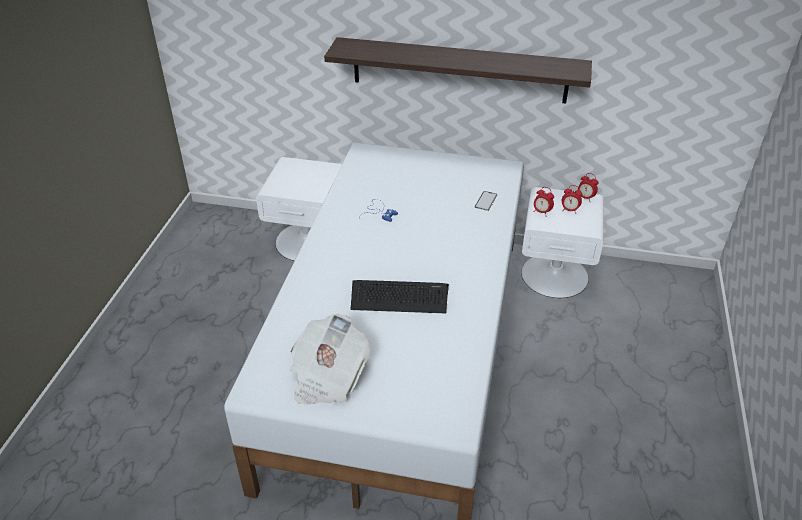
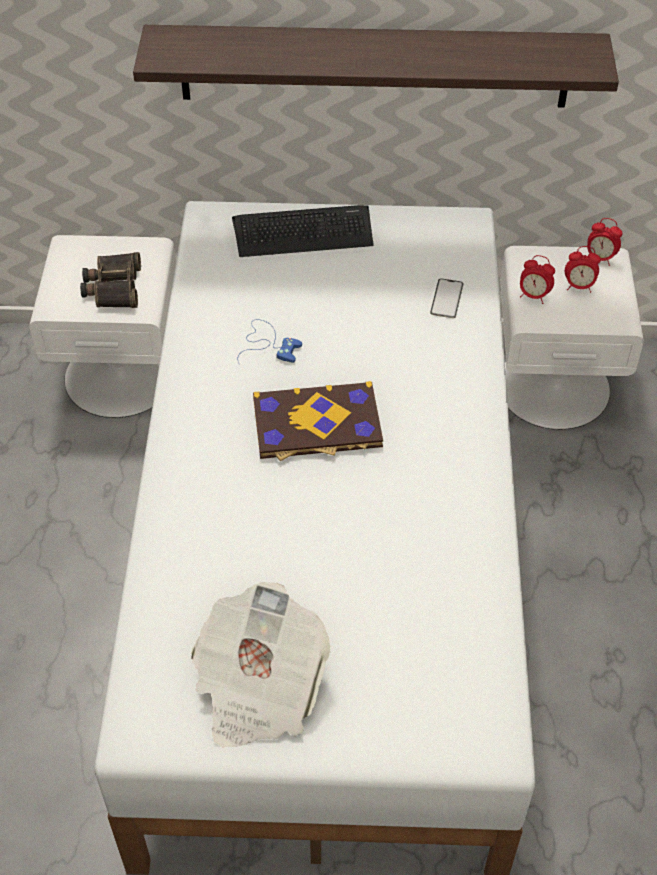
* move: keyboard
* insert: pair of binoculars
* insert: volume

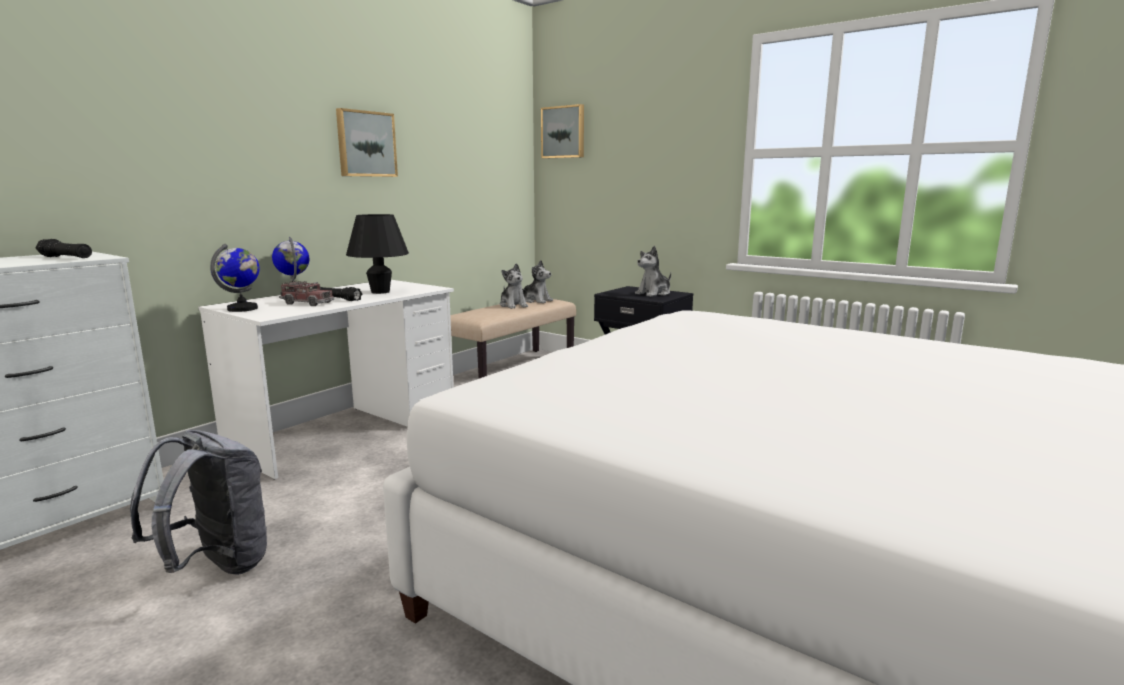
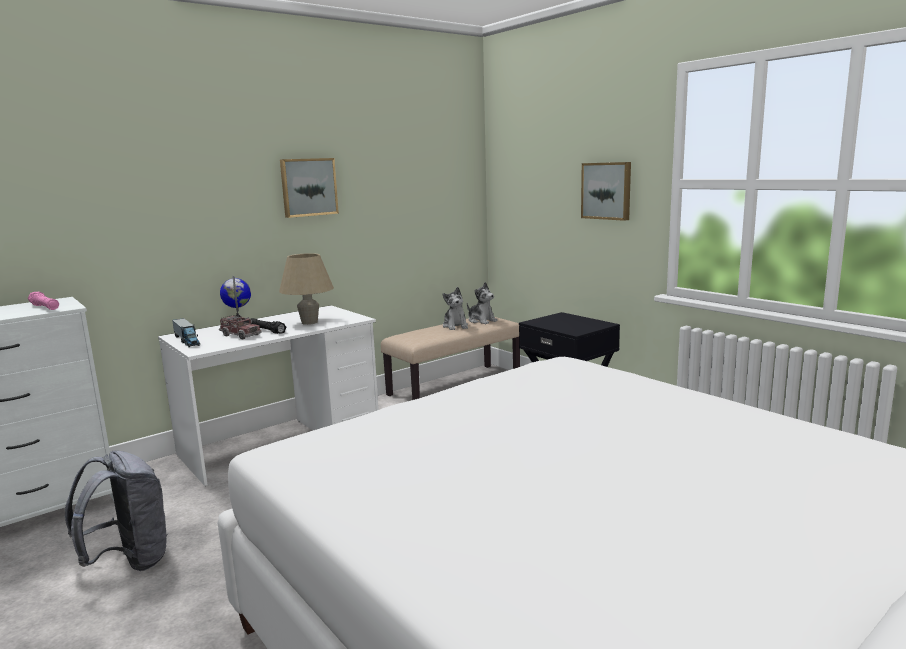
* recolor: black torch (1st from left) to pink torch
* replace: globe (1st from left) to model truck (1st from left)
* recolor: black table lamp to sand-coloured table lamp
* move: wall art (2nd from left)
* delete: plush toy (3rd from left)

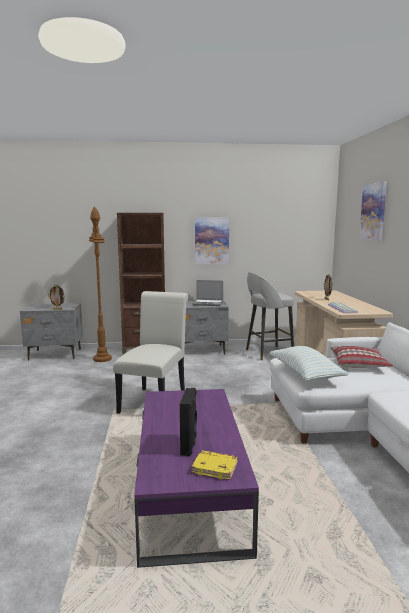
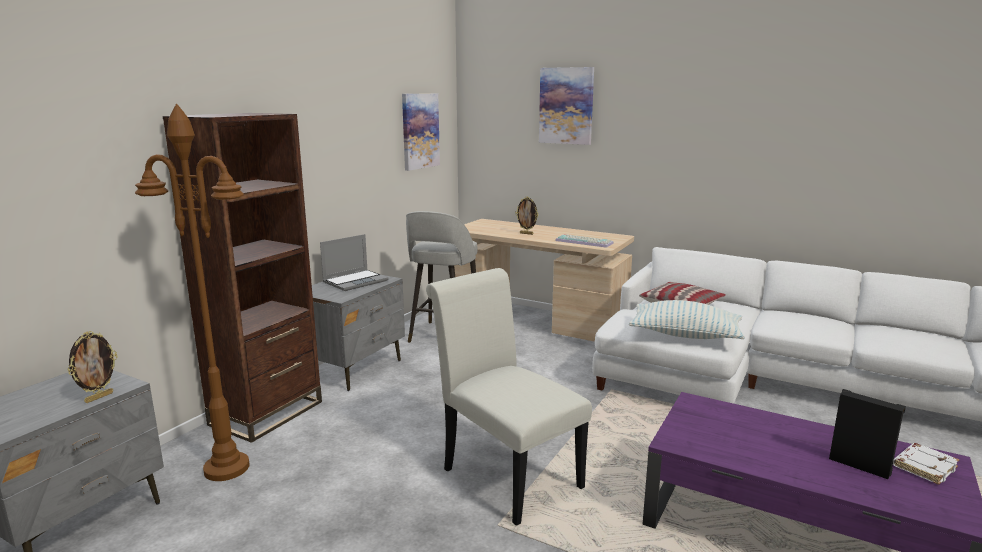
* recolor: yellow volume to white-coloured volume
* move: wall art (1st from left)

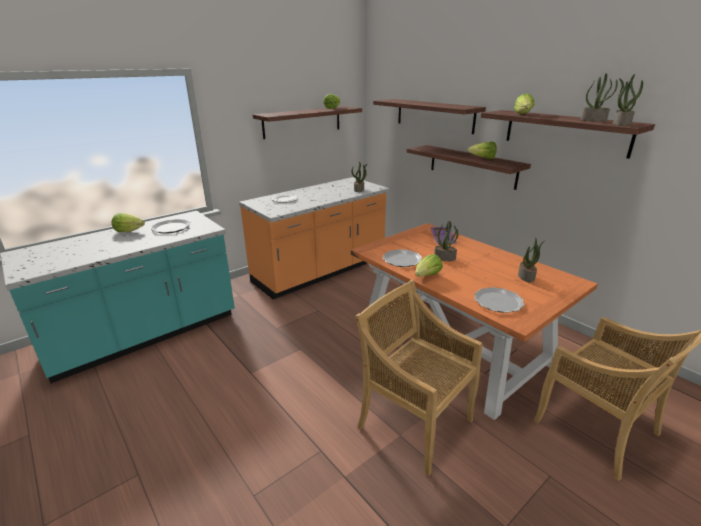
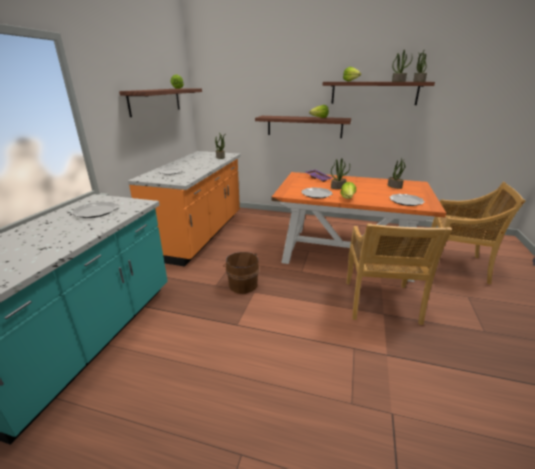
* delete: lettuce (1st from left)
* rotate: sand-coloured plain chair (1st from left) 90 degrees counterclockwise
* delete: wall shelf (2nd from left)
* insert: brown-coloured pail

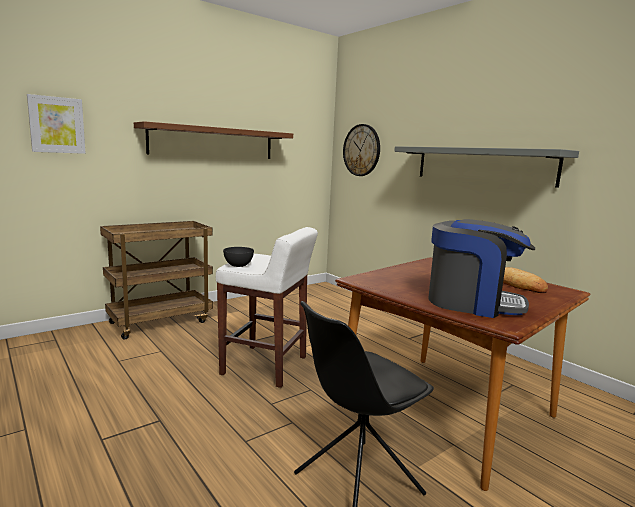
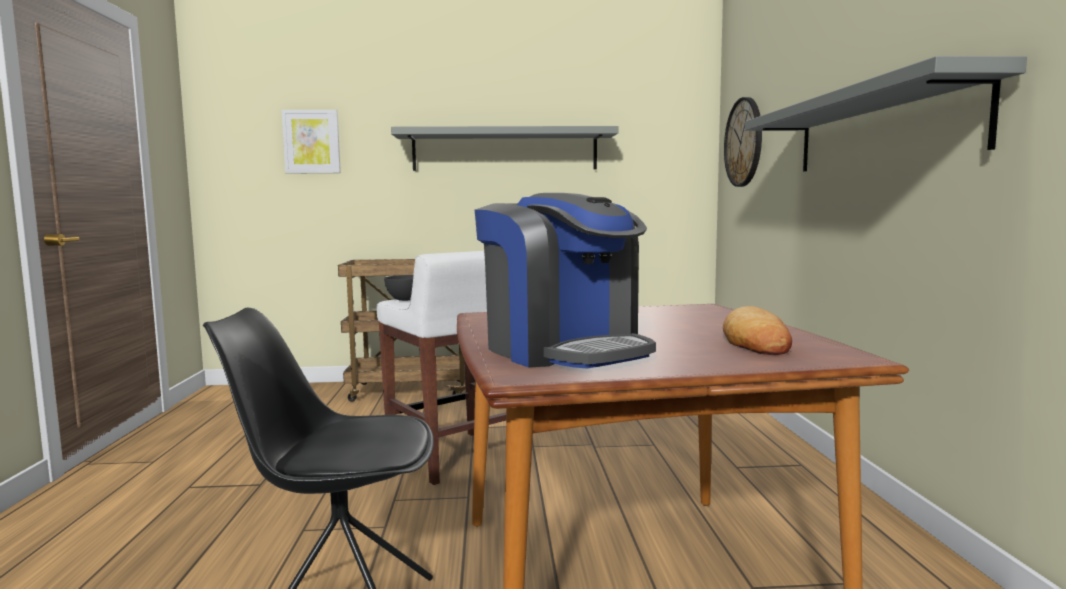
* recolor: brown-coloured wall shelf to grey wall shelf (1st from left)

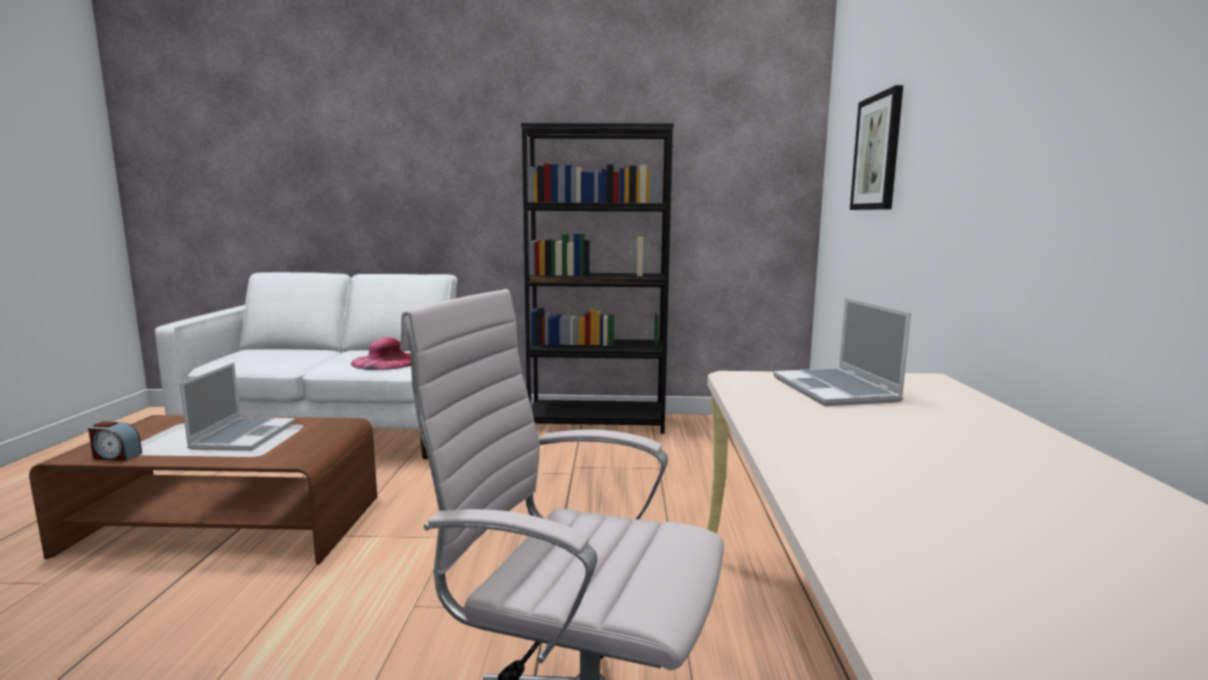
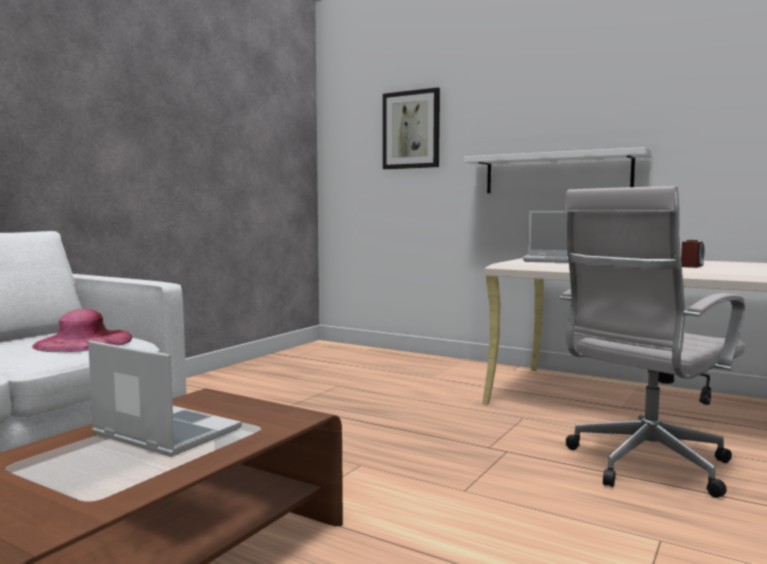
* move: table clock
* delete: black shelving unit
* insert: white-coloured wall shelf

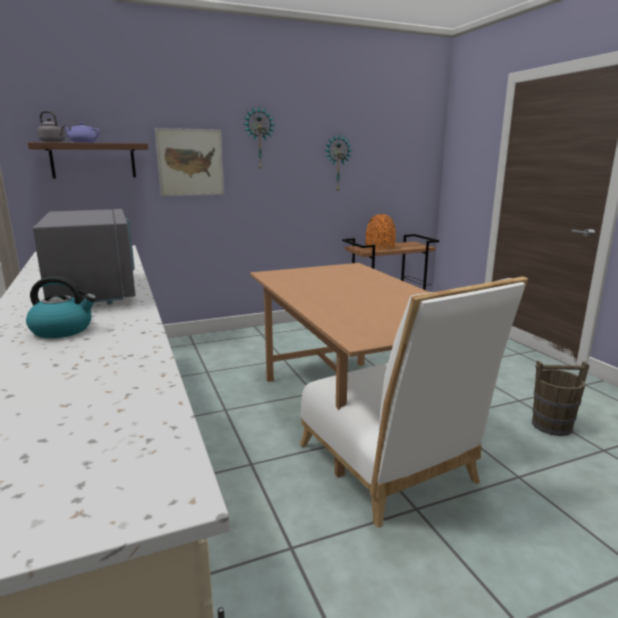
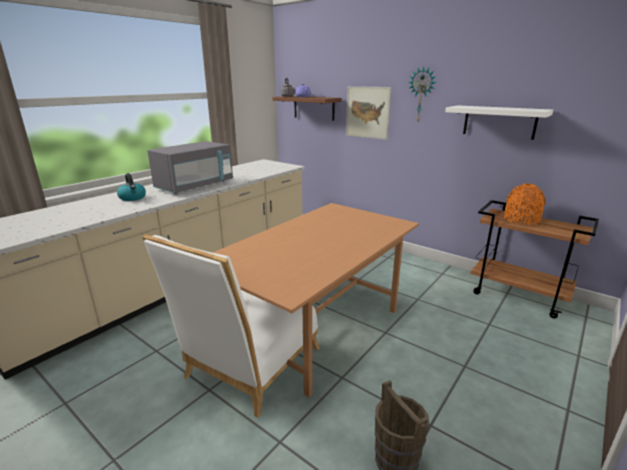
* replace: hanging clock (2nd from left) to white-coloured wall shelf

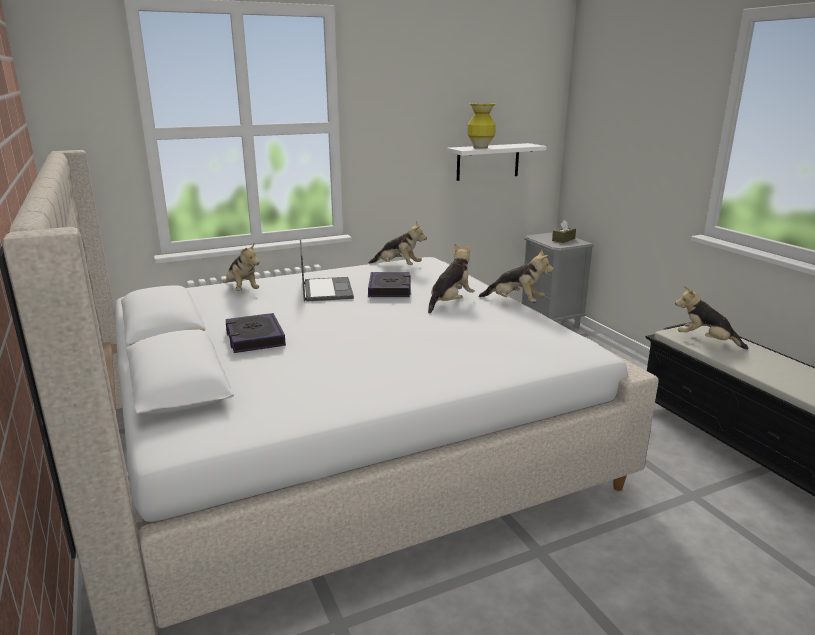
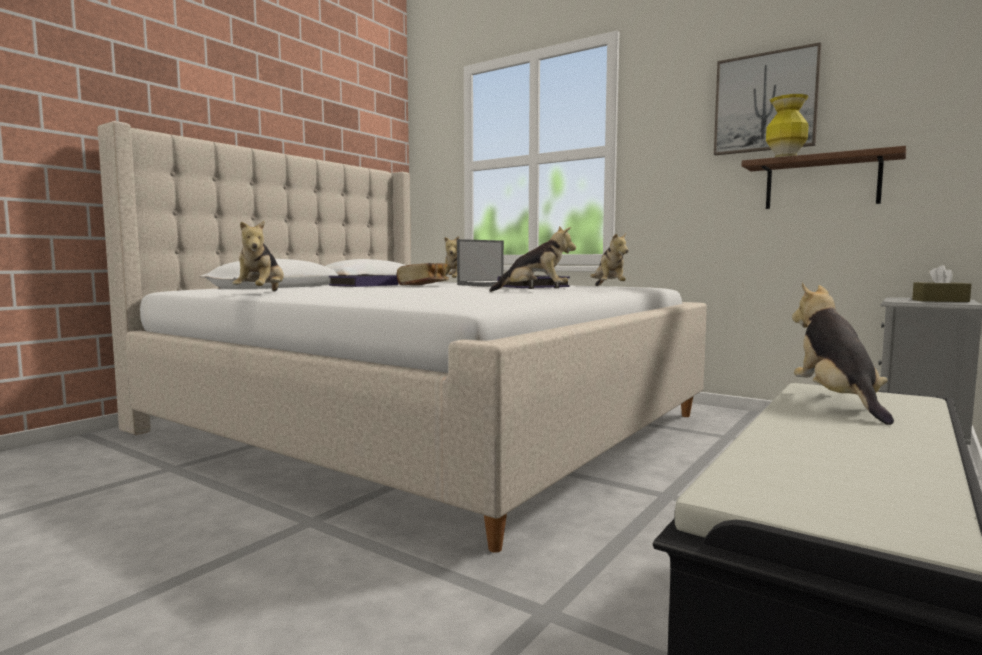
* recolor: white-coloured wall shelf to brown-coloured wall shelf
* move: plush toy (4th from left in the first image) to plush toy (1st from left)
* insert: volume (2nd from left)
* insert: wall art

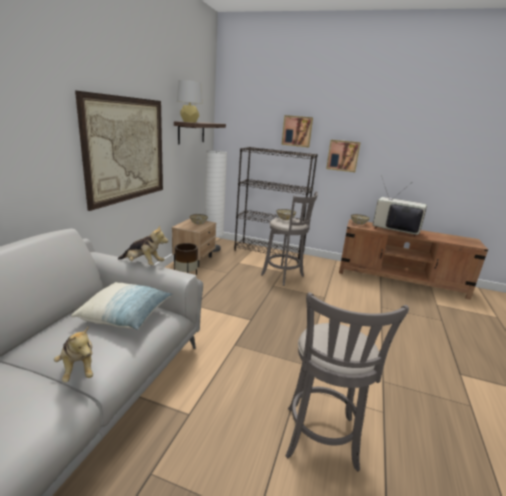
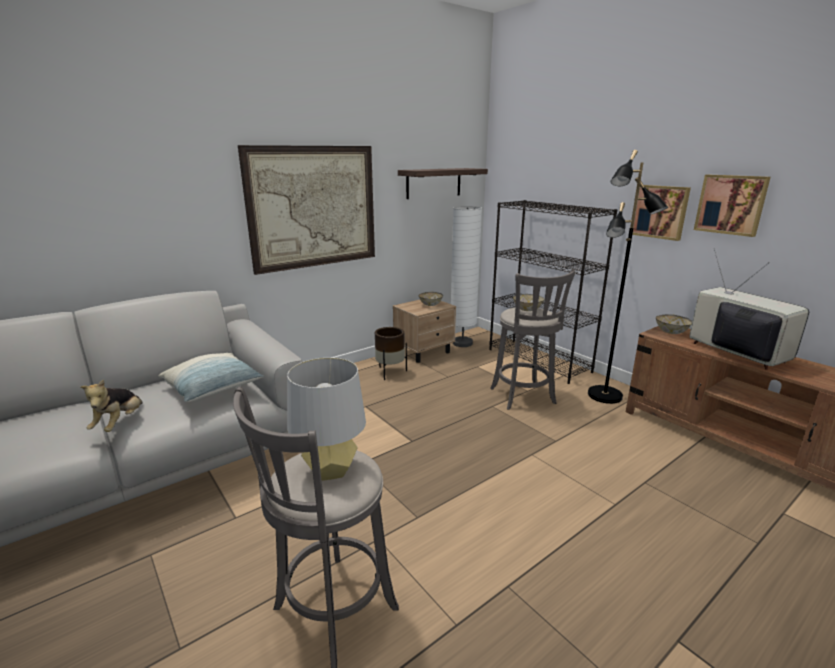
* delete: plush toy (2nd from left)
* move: grey table lamp
* move: wall art (2nd from left in the first image) to wall art (3rd from left)
* insert: black standing lamp

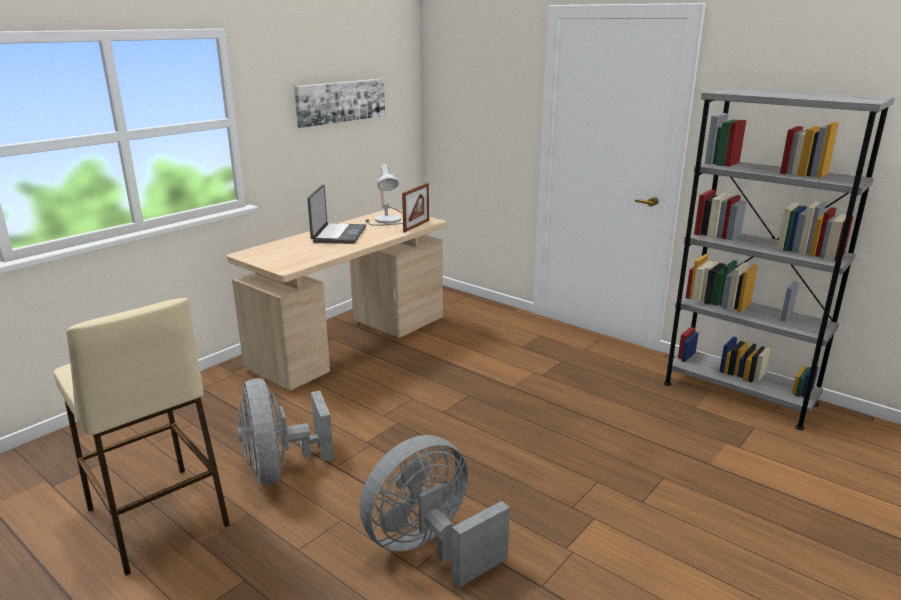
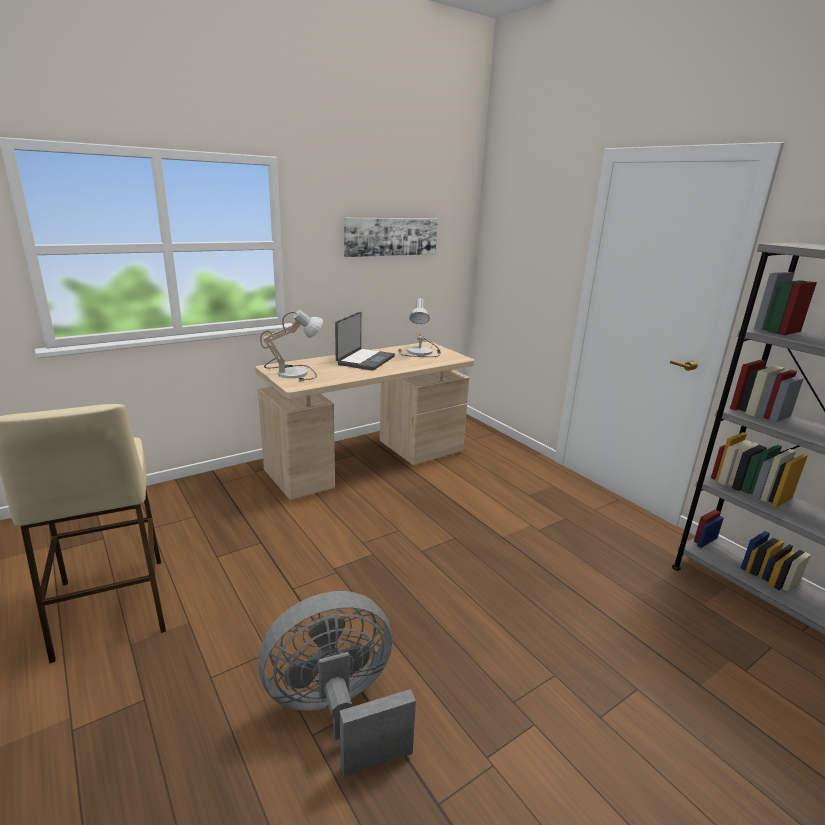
* delete: grey electric fan (1st from left)
* delete: photo frame
* insert: table lamp (1st from left)

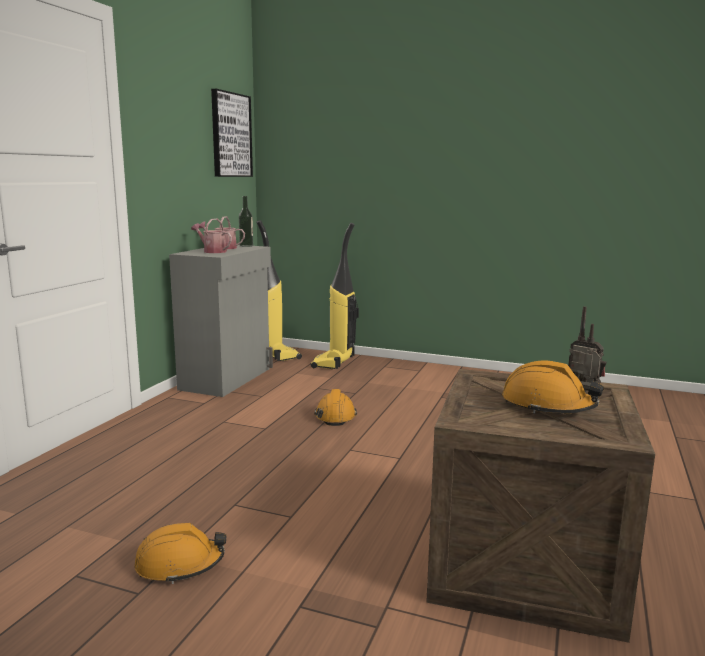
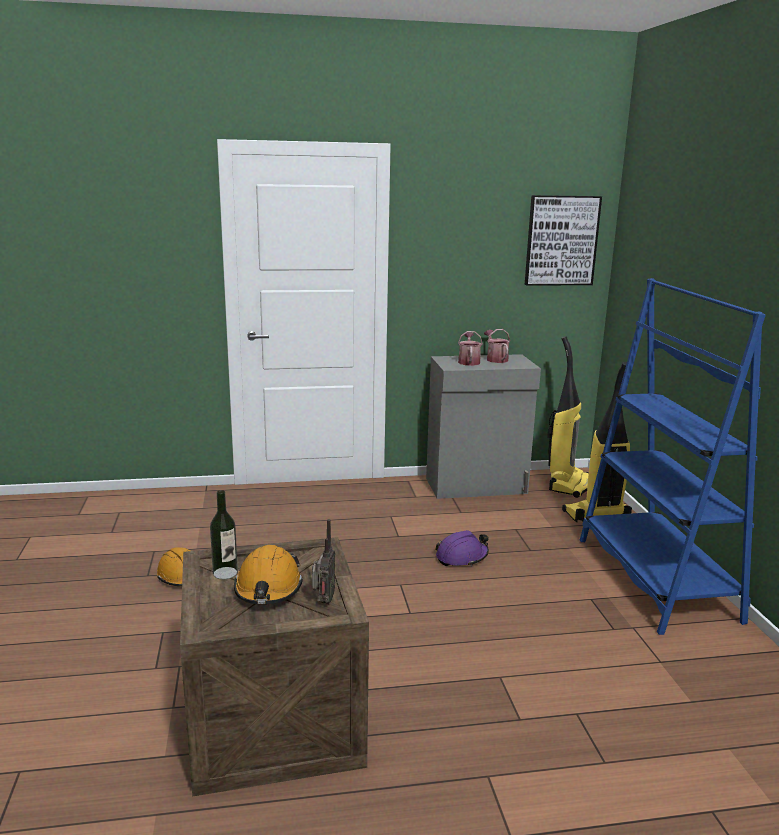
* move: beverage bottle
* recolor: orangey safety helmet (2nd from left) to purple-coloured safety helmet
* insert: blue shelving unit

